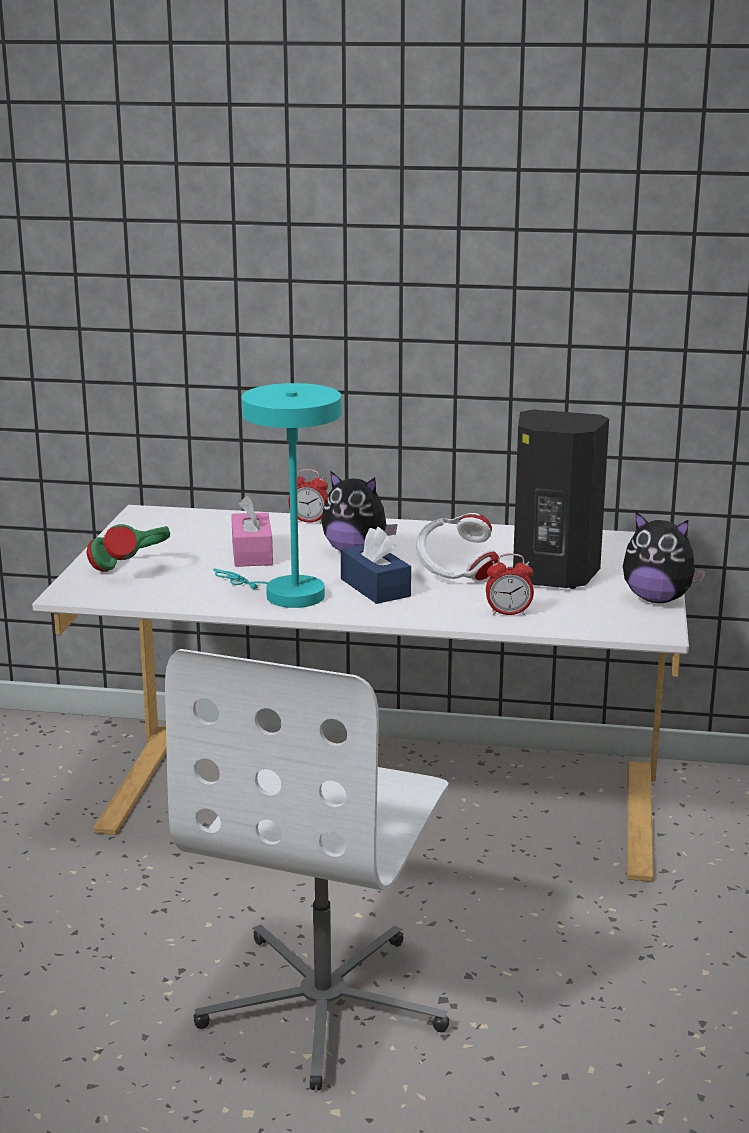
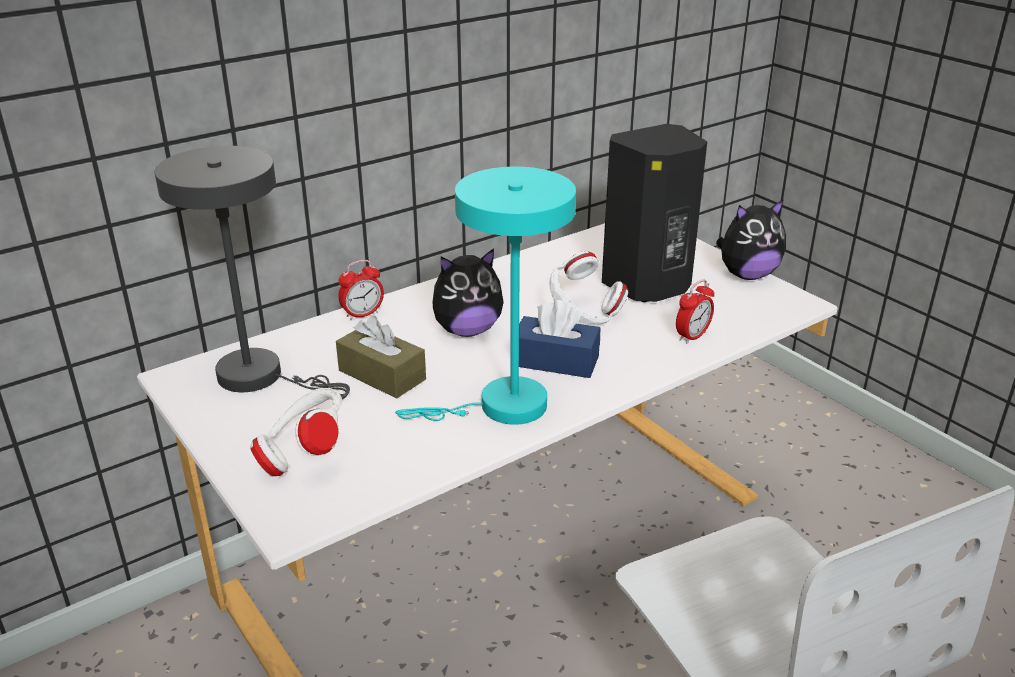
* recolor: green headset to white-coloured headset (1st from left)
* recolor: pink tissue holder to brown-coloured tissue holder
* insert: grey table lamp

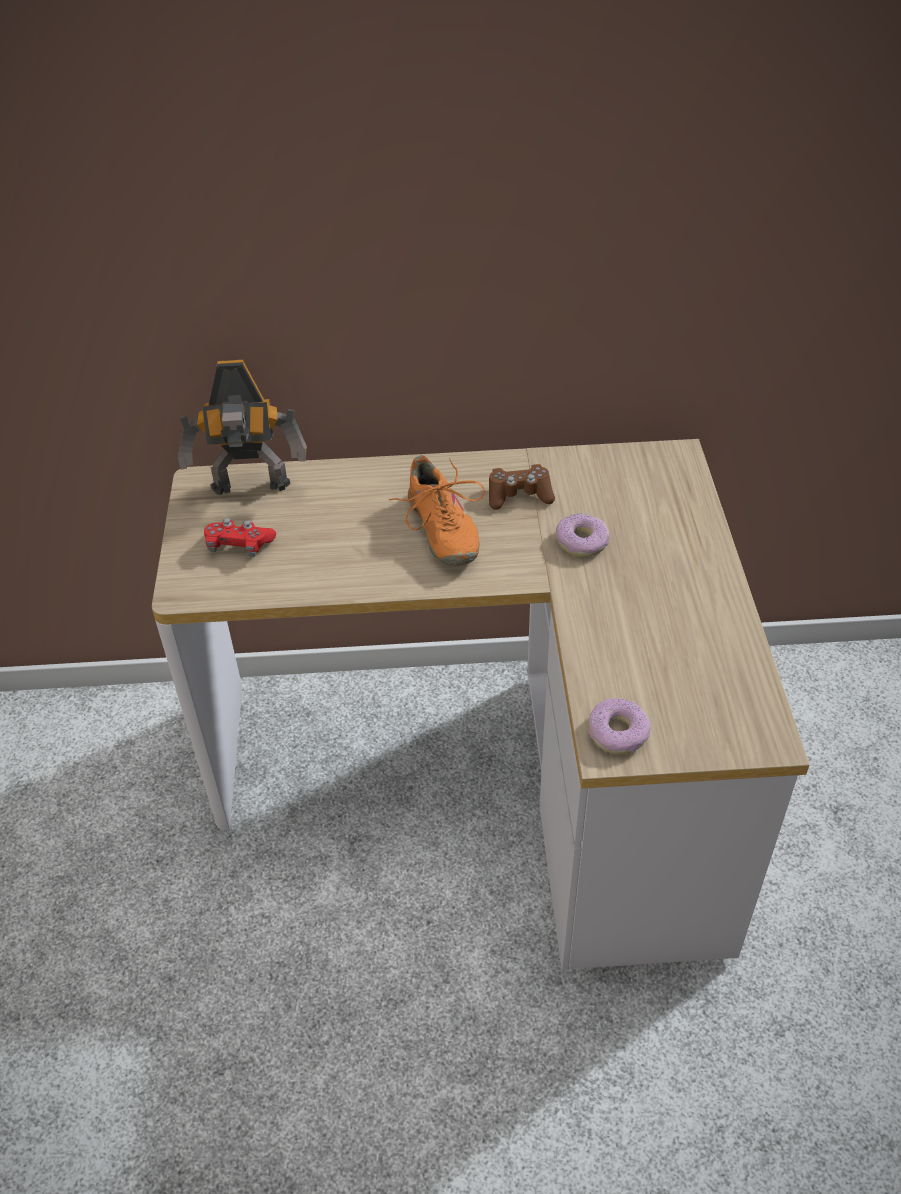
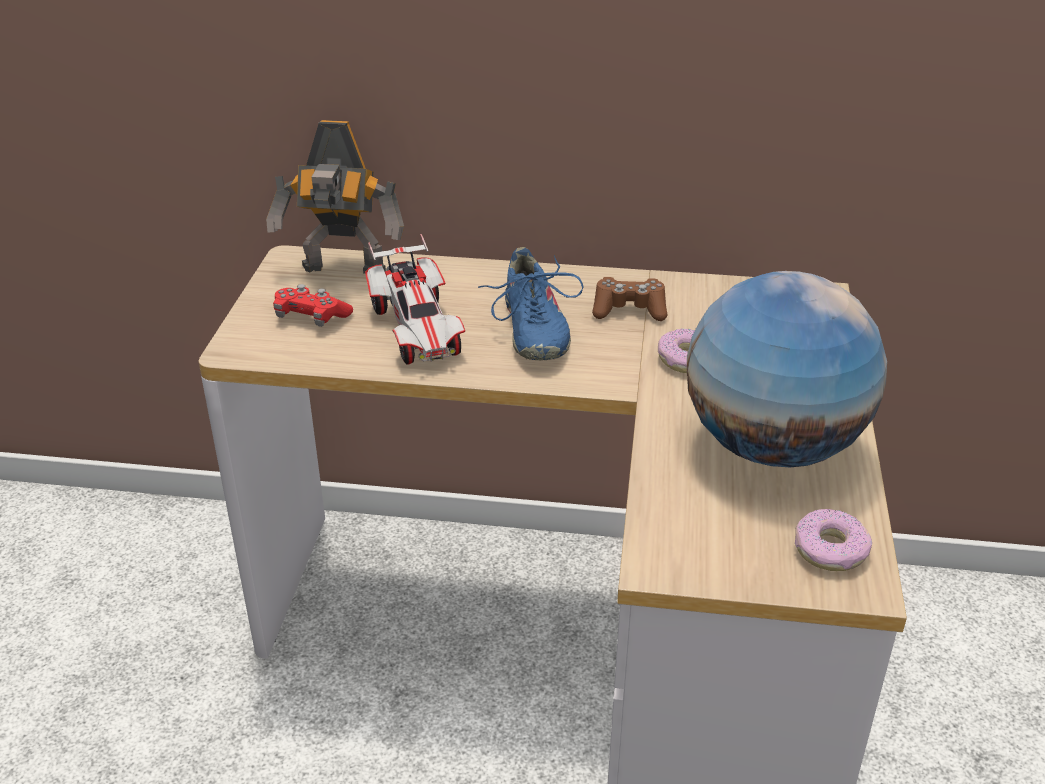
* recolor: orangey low shoe to blue low shoe
* move: donut (2nd from left)
* insert: model car
* insert: globe

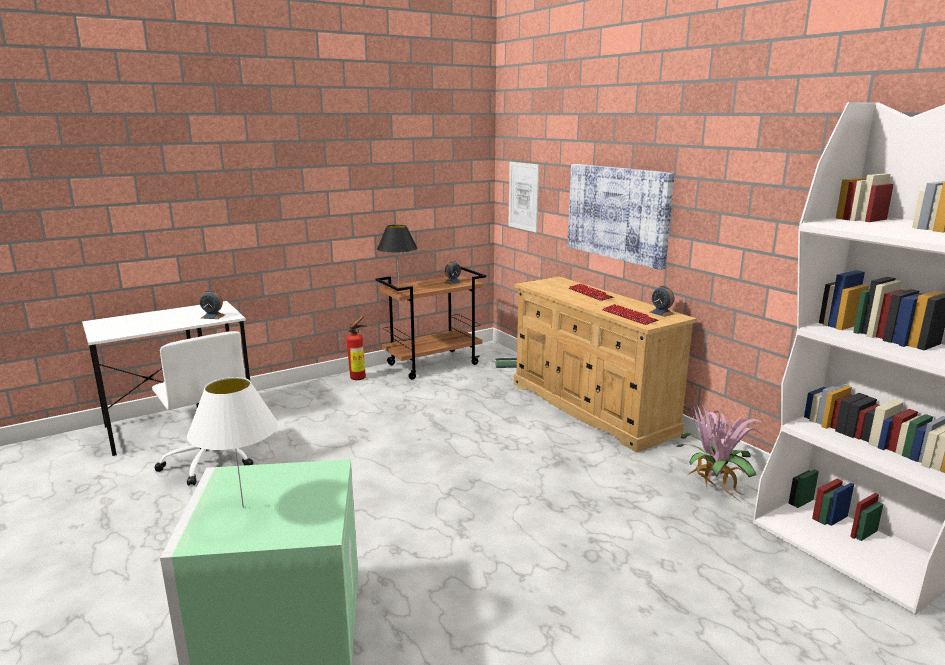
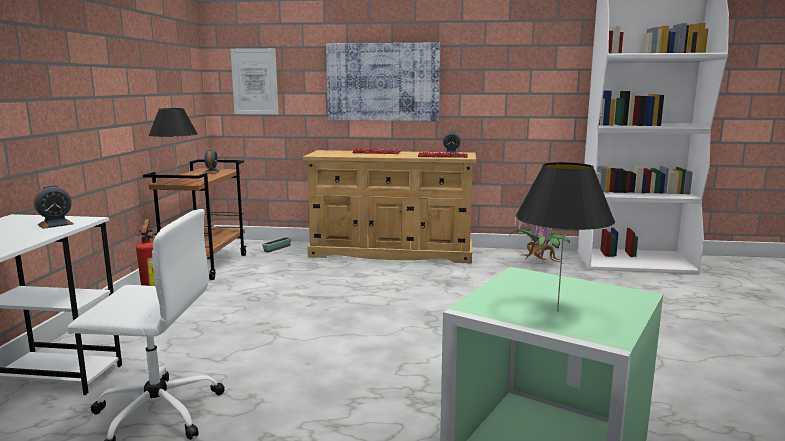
* recolor: white-coloured table lamp to black table lamp (2nd from left)

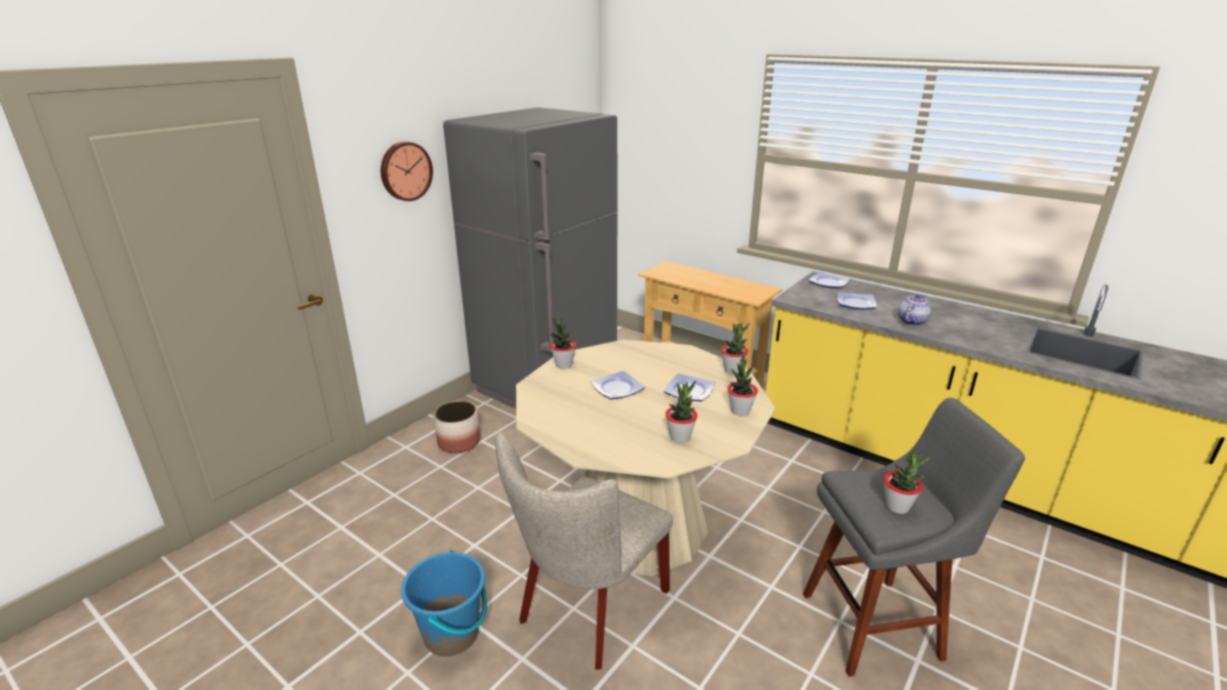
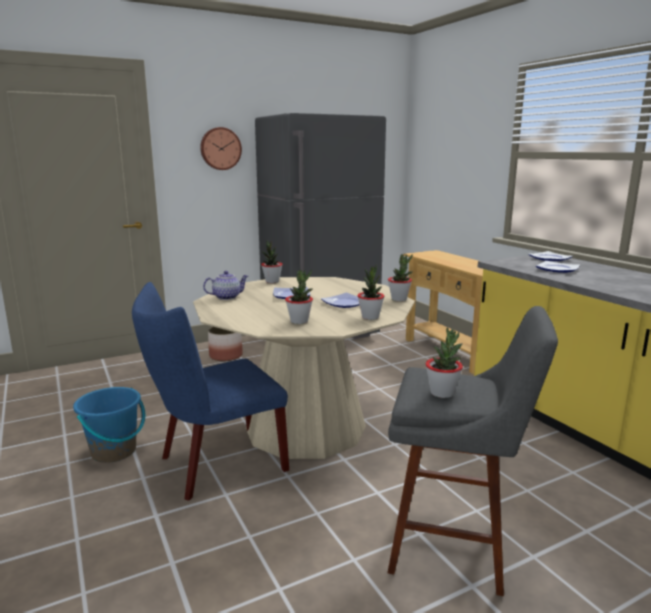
* recolor: sand-coloured plain chair to blue plain chair
* move: tea pot

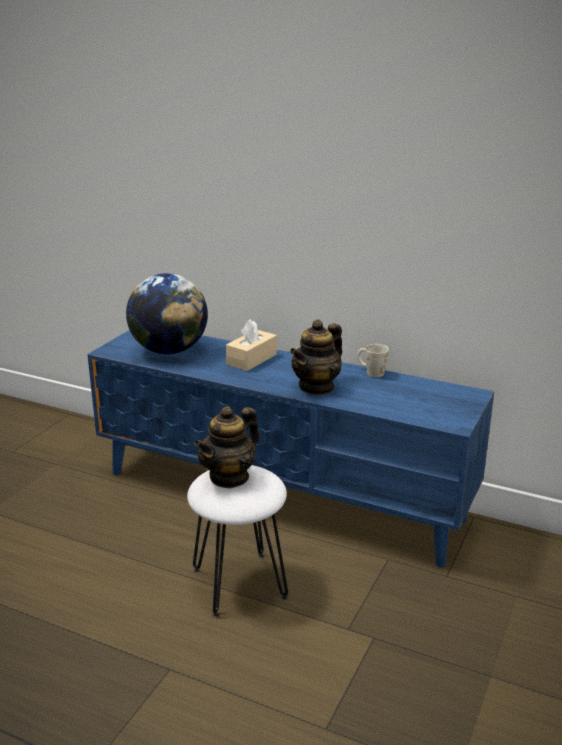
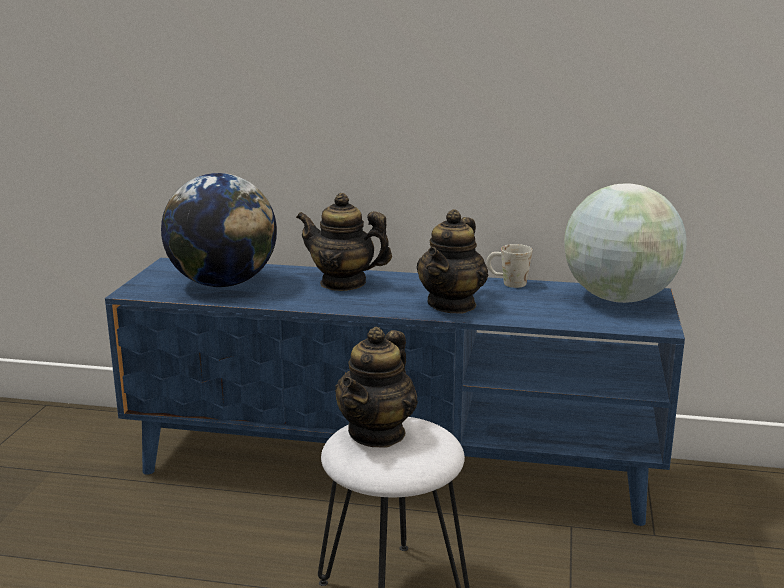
* replace: sand-coloured tissue holder to tea pot (1st from left)
* insert: globe (2nd from left)

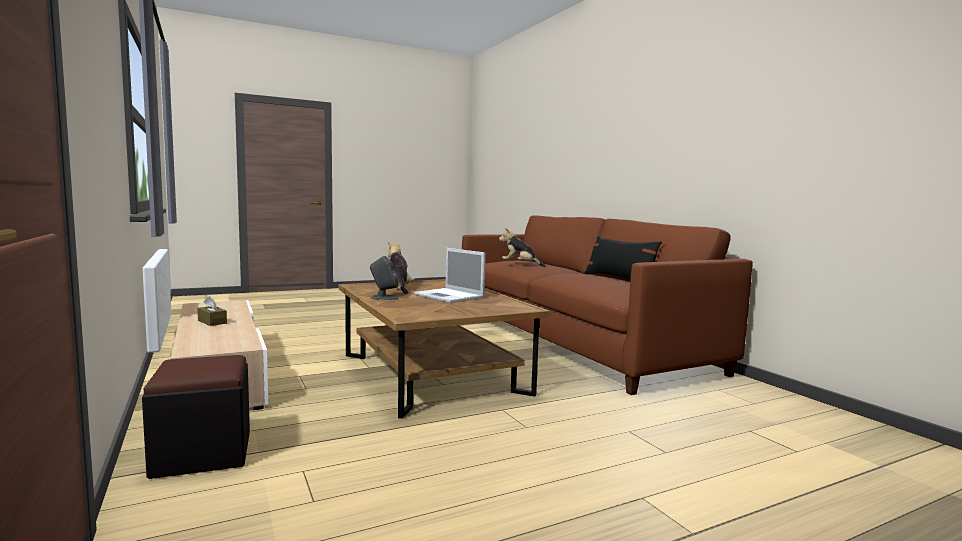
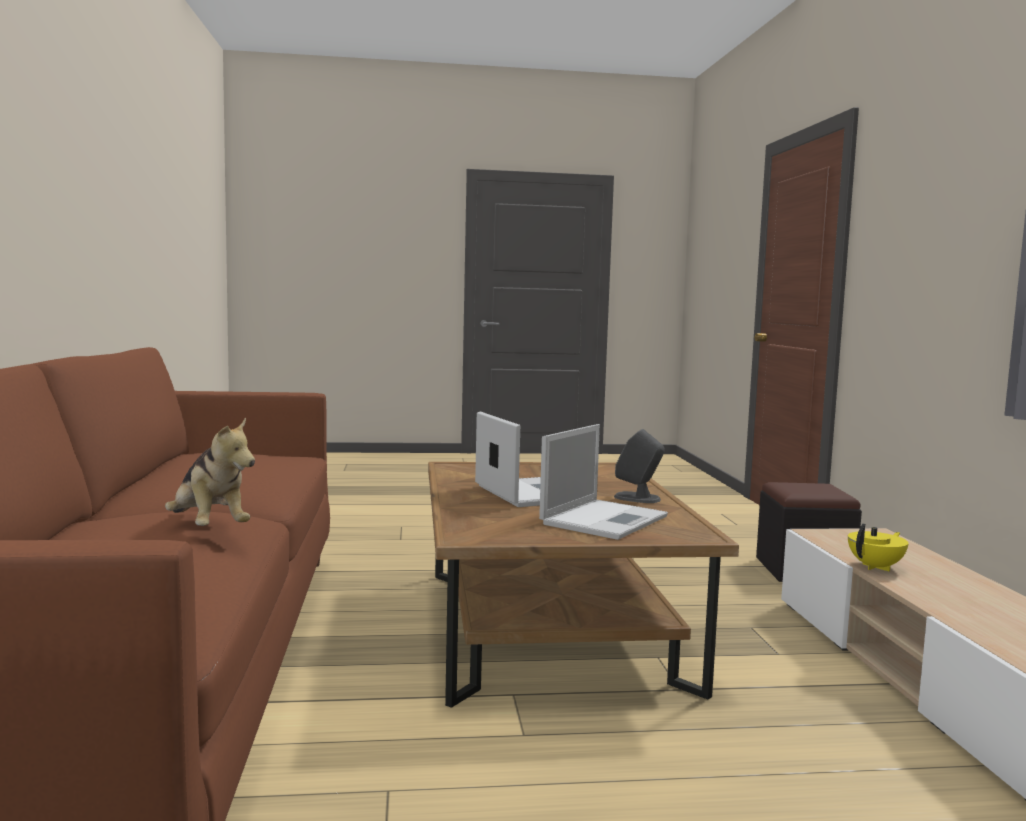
* delete: brown-coloured tissue holder
* replace: plush toy (1st from left) to laptop (2nd from left)
* delete: black cushion
* insert: yellow tea pot

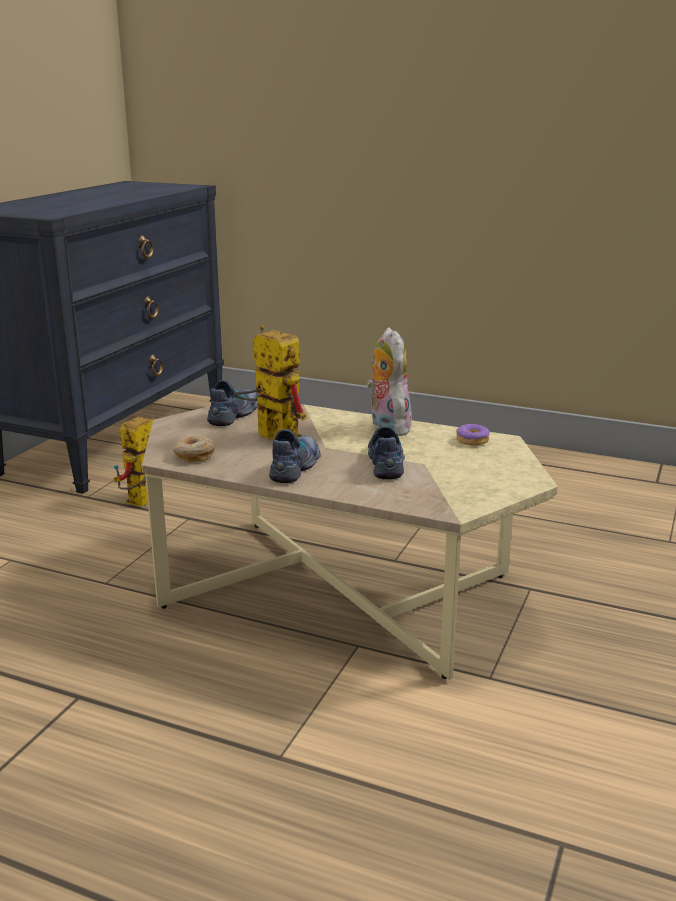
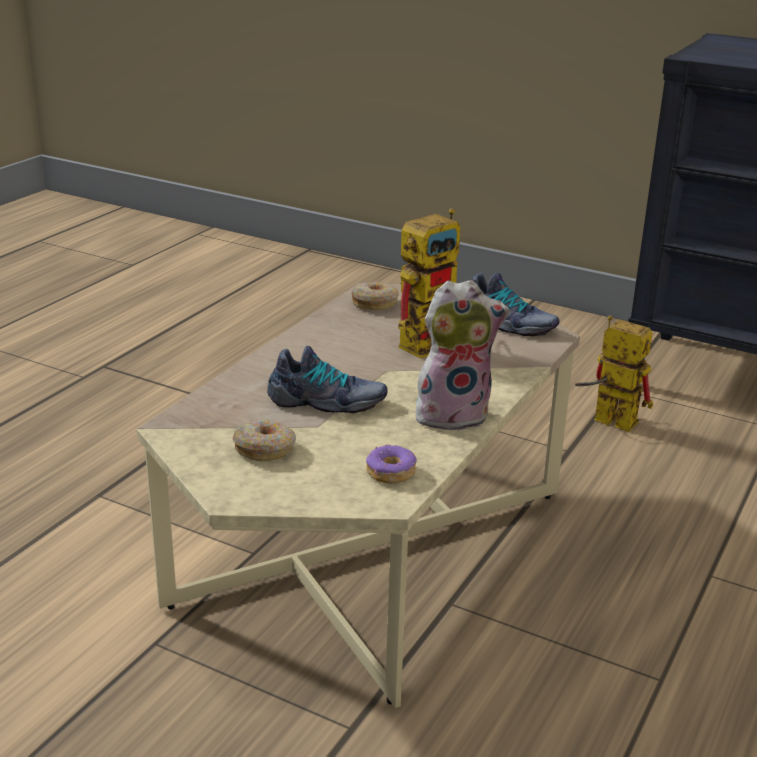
* delete: low shoe (2nd from left)
* insert: donut (1st from left)

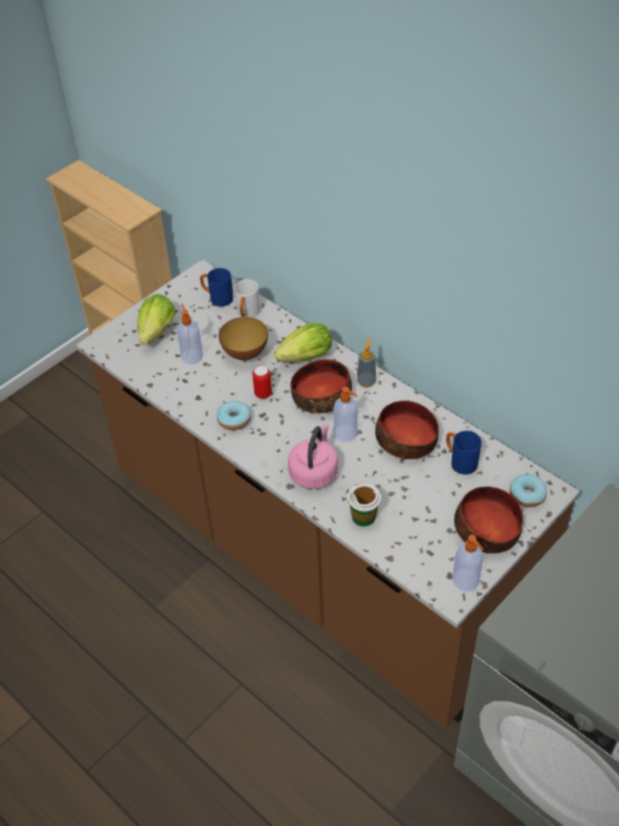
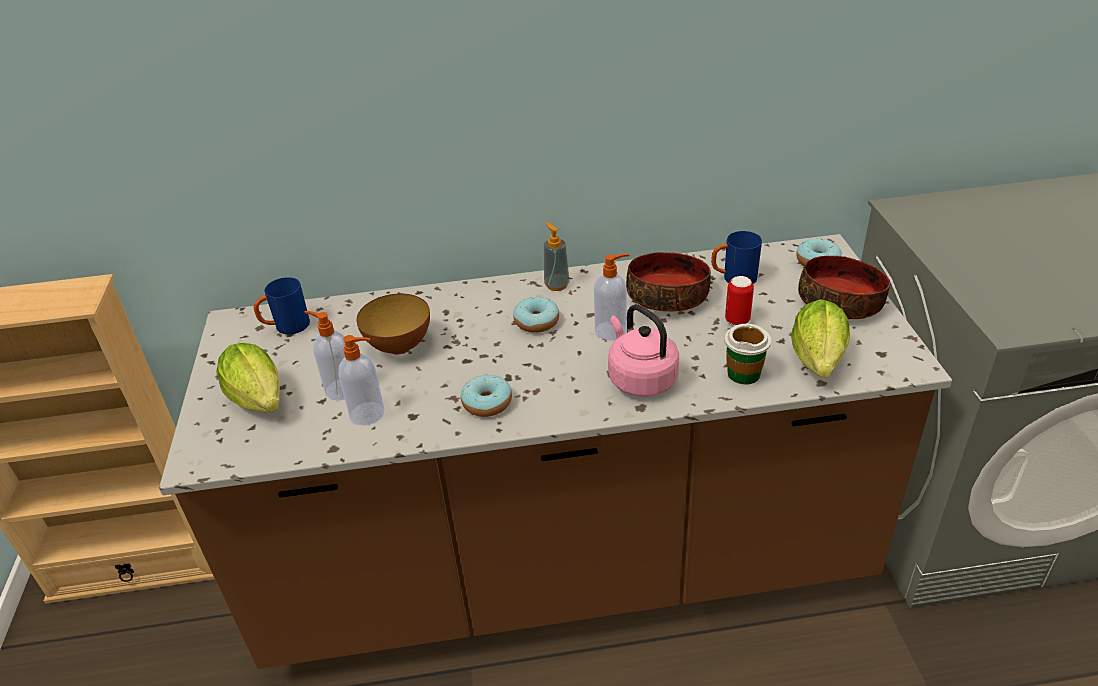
* delete: white-coloured coffee mug
* move: sealed can
* move: lettuce (2nd from left)
* replace: bowl (2nd from left) to donut (2nd from left)
* move: soap bottle (4th from left in the first image) to soap bottle (2nd from left)

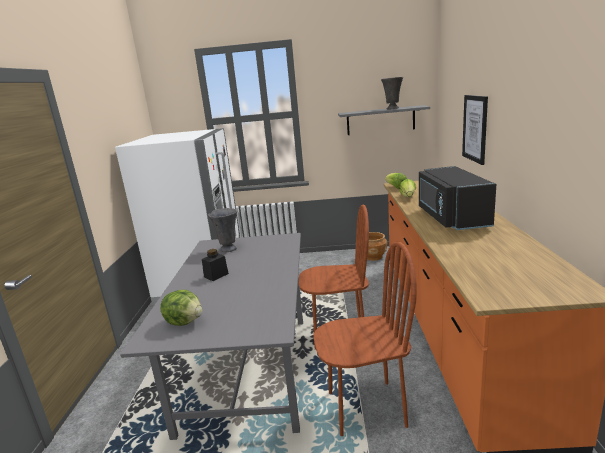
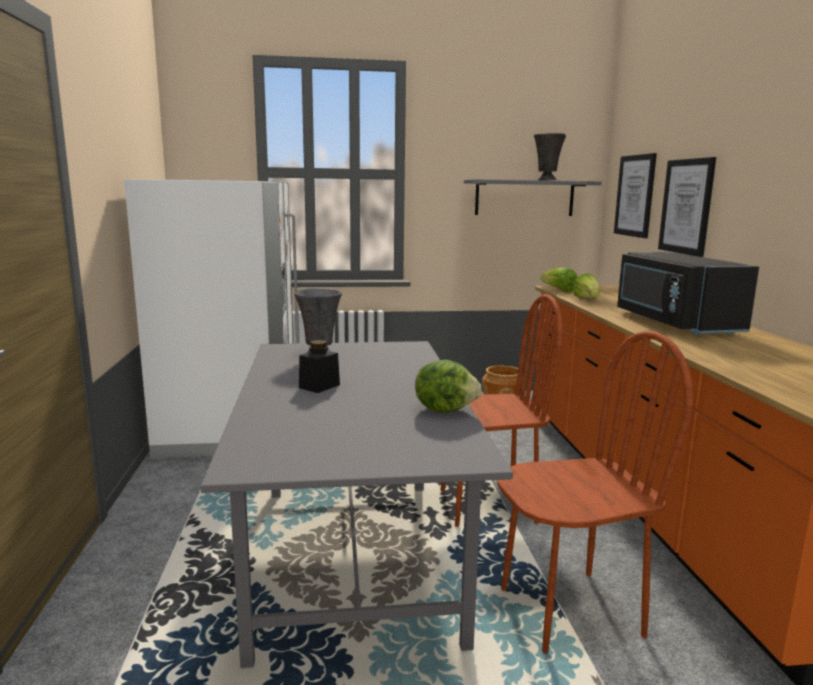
* move: lettuce (1st from left)
* insert: wall art (1st from left)

